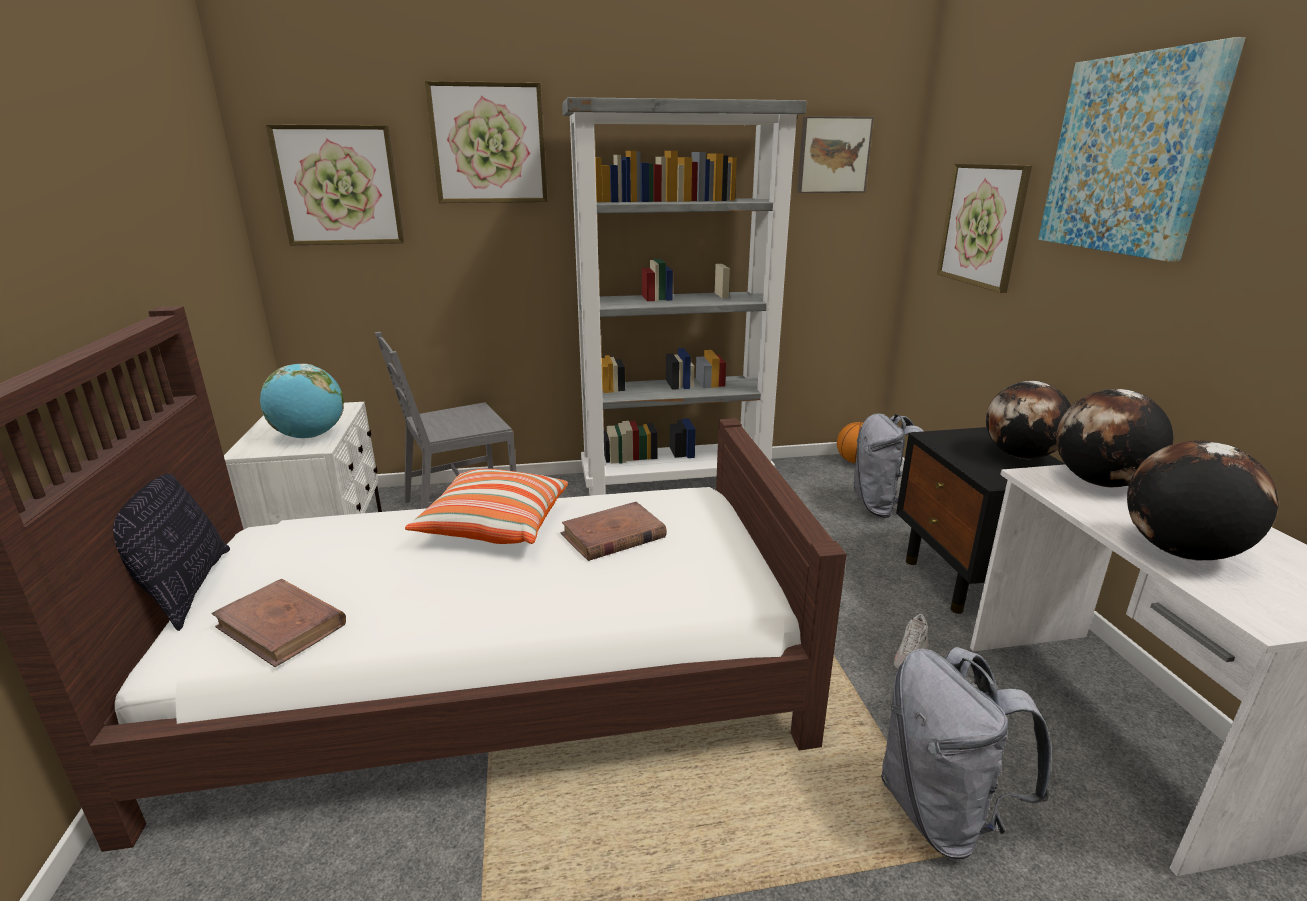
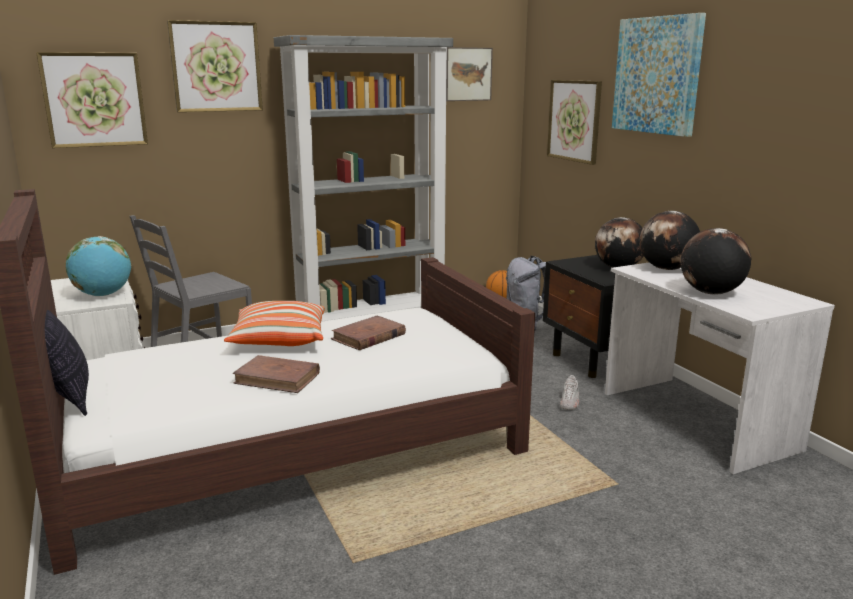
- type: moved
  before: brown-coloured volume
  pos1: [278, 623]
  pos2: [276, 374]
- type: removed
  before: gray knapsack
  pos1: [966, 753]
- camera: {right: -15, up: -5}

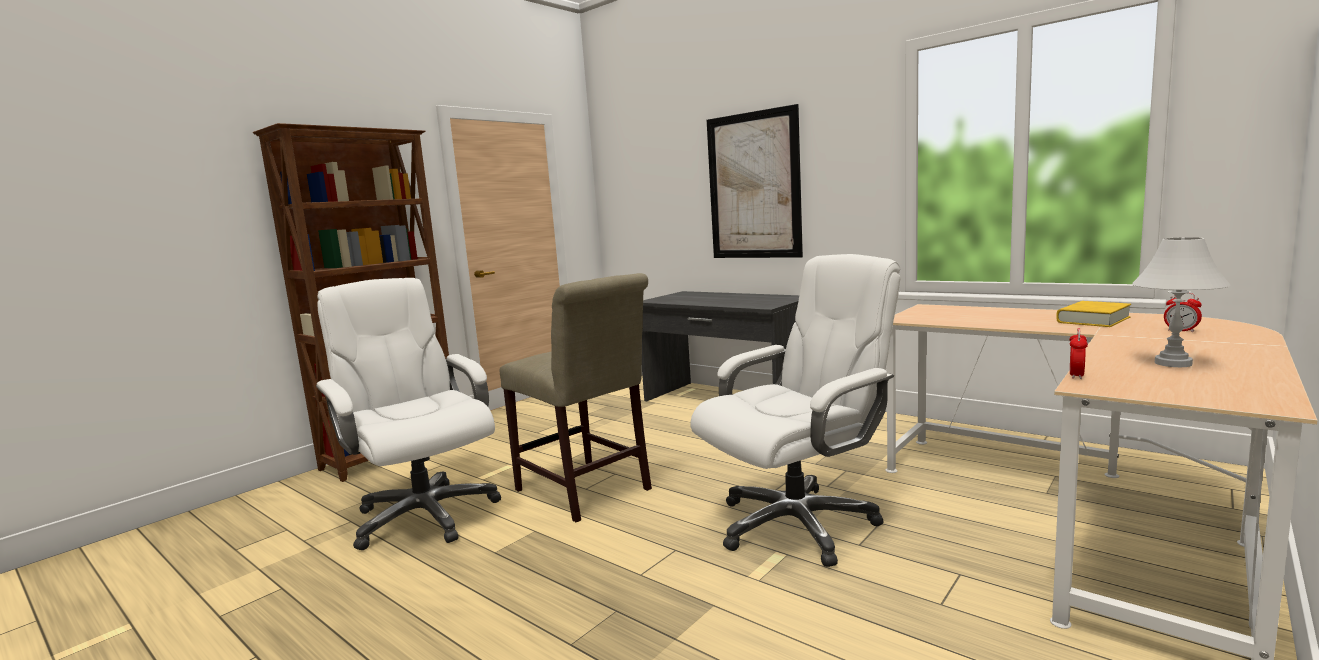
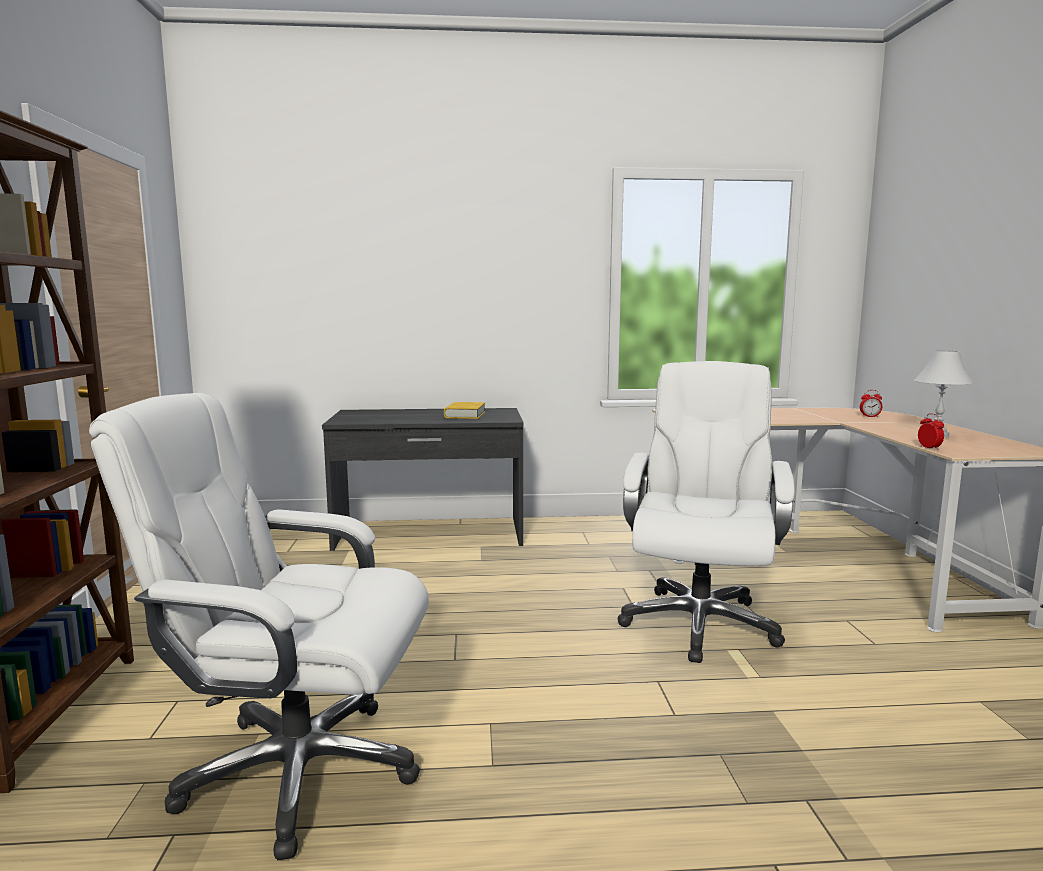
- type: moved
  before: yellowish volume
  pos1: [1093, 314]
  pos2: [464, 410]
- type: removed
  before: sand-coloured chair
  pos1: [576, 397]
- type: removed
  before: wall art
  pos1: [755, 181]
- camera: {right: -45, up: 0}

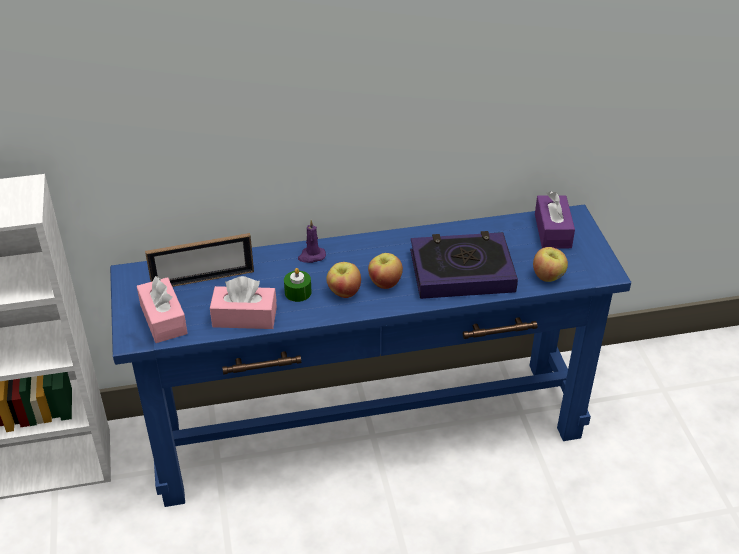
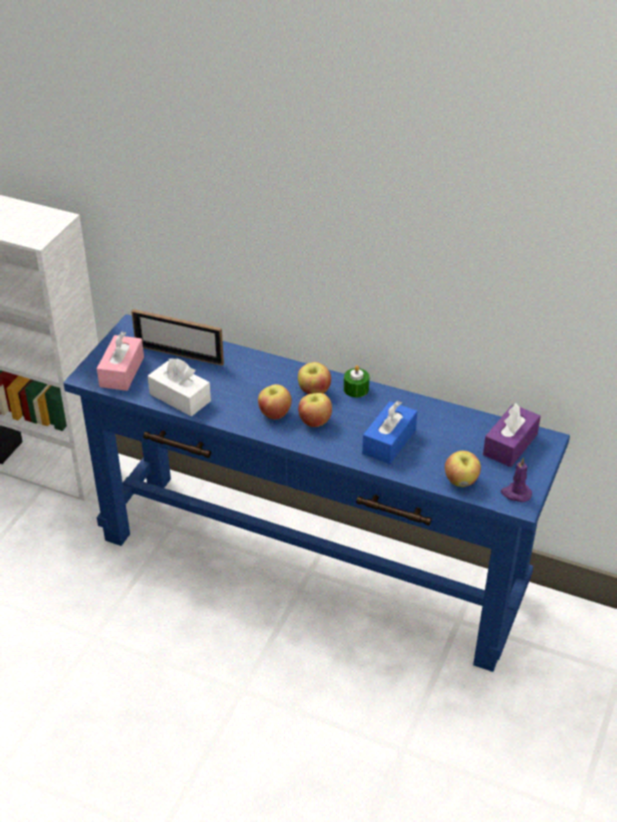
- type: recoloured
  before: pink-coloured tissue box
  after: white-coloured tissue box
  pos1: [243, 302]
  pos2: [179, 387]
- type: added
  after: whole apple
  pos2: [314, 378]
- type: moved
  before: greenish wax candle
  pos1: [298, 285]
  pos2: [357, 381]
- type: replaced
  before: volume
  after: blue-coloured tissue box
  pos1: [464, 265]
  pos2: [389, 432]
- type: moved
  before: purple wax candle
  pos1: [312, 241]
  pos2: [516, 480]
- camera: {right: 35, up: 0}

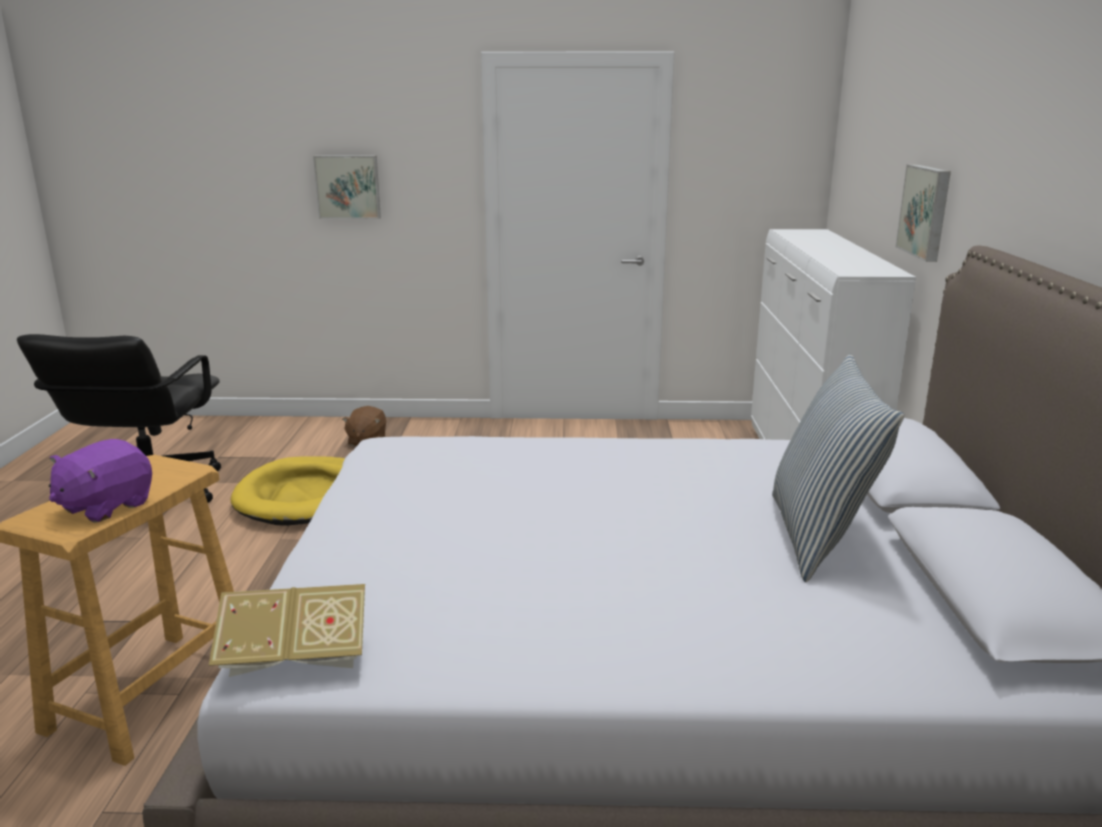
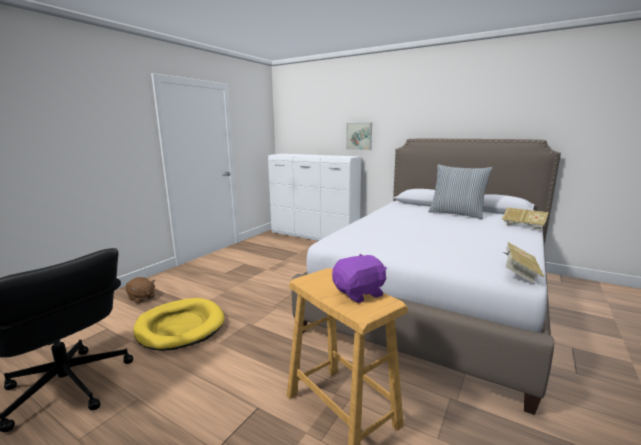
- type: turned
  before: purple plush toy
  pos1: [100, 481]
  pos2: [359, 278]
  turn: -90
- type: added
  after: volume
  pos2: [525, 219]
- type: removed
  before: wall art
  pos1: [347, 187]
- camera: {right: -60, up: -5}

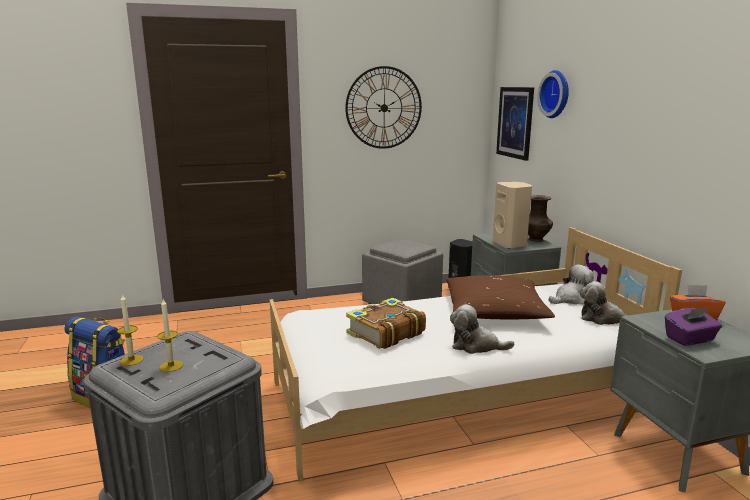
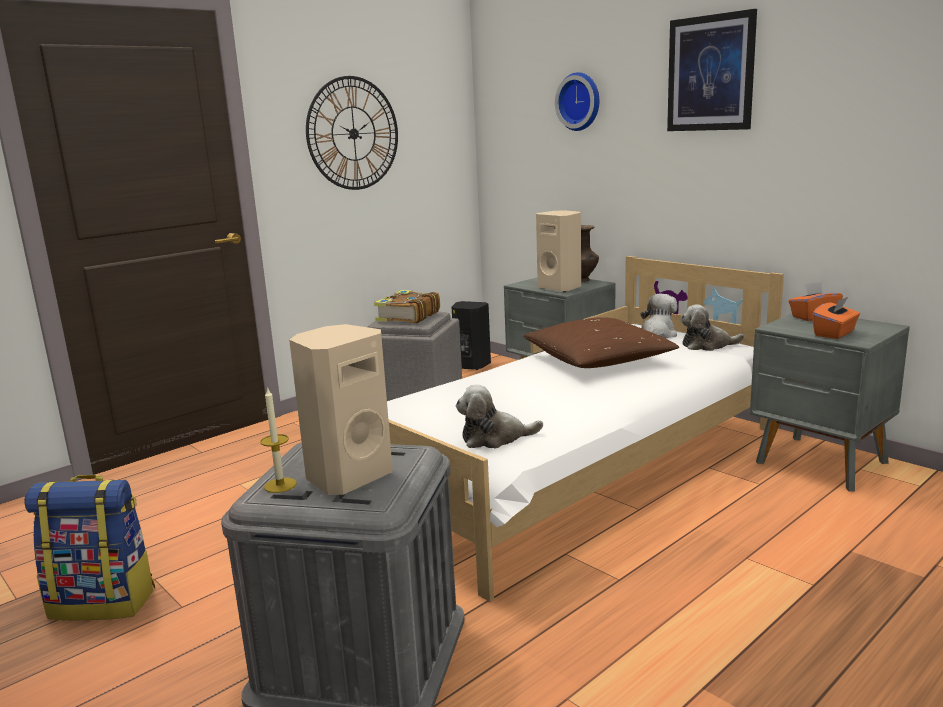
- type: replaced
  before: wax candle
  after: sand-coloured audio speaker
  pos1: [170, 335]
  pos2: [340, 409]
- type: moved
  before: volume
  pos1: [386, 323]
  pos2: [407, 306]
- type: moved
  before: plush toy
  pos1: [482, 329]
  pos2: [499, 416]
- type: moved
  before: wall art
  pos1: [515, 124]
  pos2: [712, 70]
- type: recoloured
  before: purple tissue box
  after: orange tissue box
  pos1: [693, 326]
  pos2: [836, 318]
- camera: {right: -25, up: 0}

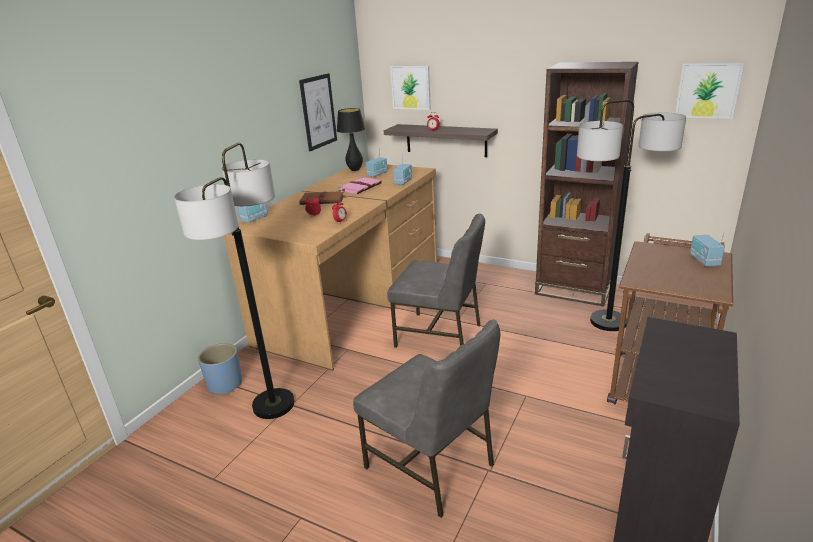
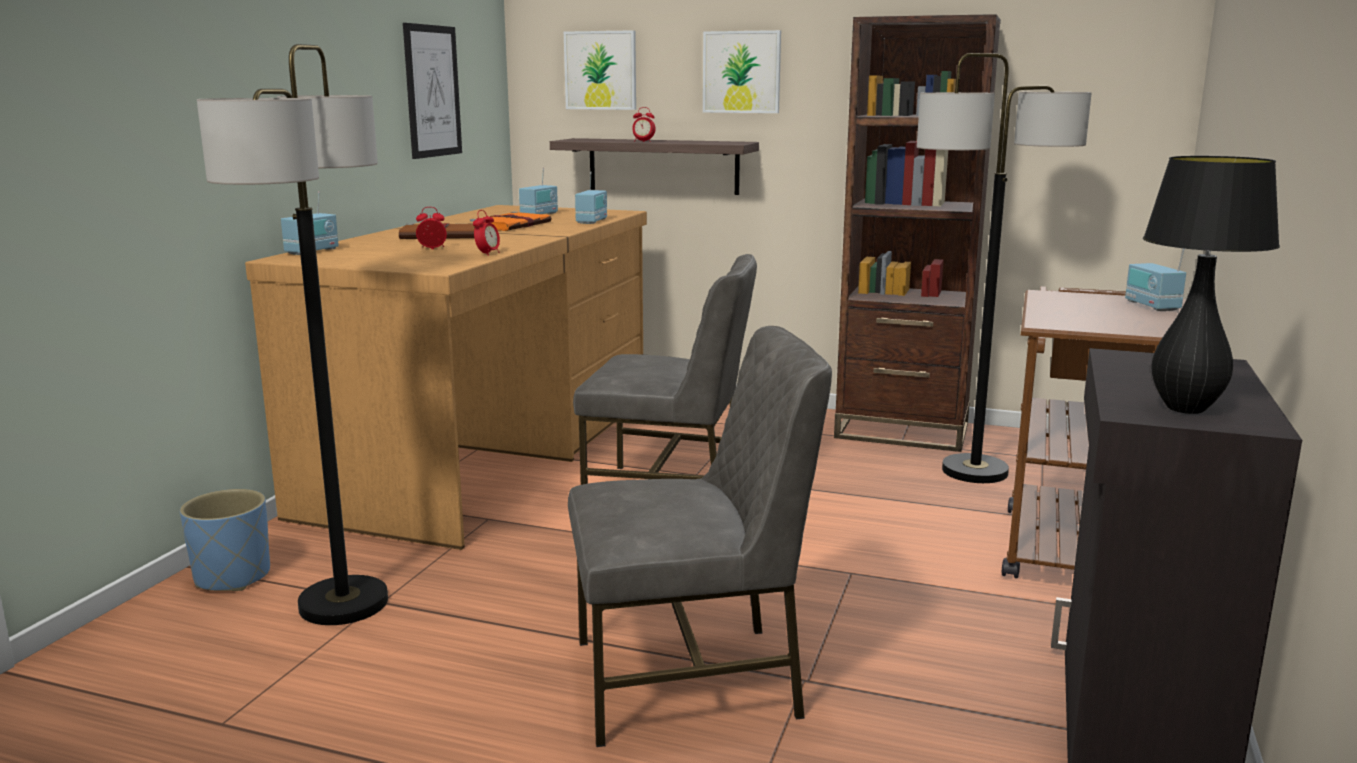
- type: recoloured
  before: pink-coloured volume
  after: orange volume
  pos1: [360, 186]
  pos2: [511, 221]
- type: turned
  before: gray chair
  pos1: [426, 419]
  pos2: [700, 536]
  turn: -45
- type: moved
  before: wall art
  pos1: [710, 91]
  pos2: [742, 71]
- type: moved
  before: black-coloured lamp for a table
  pos1: [351, 139]
  pos2: [1211, 285]
- camera: {right: -10, up: -10}

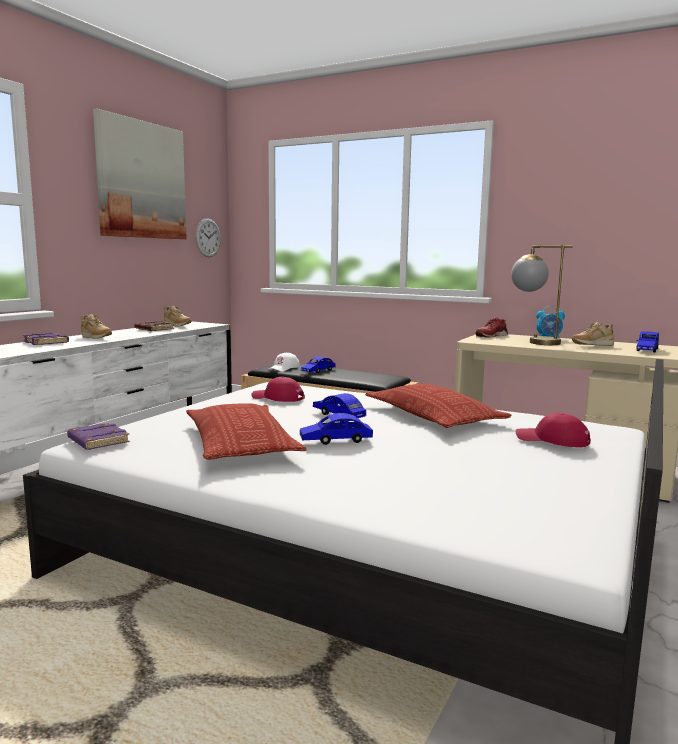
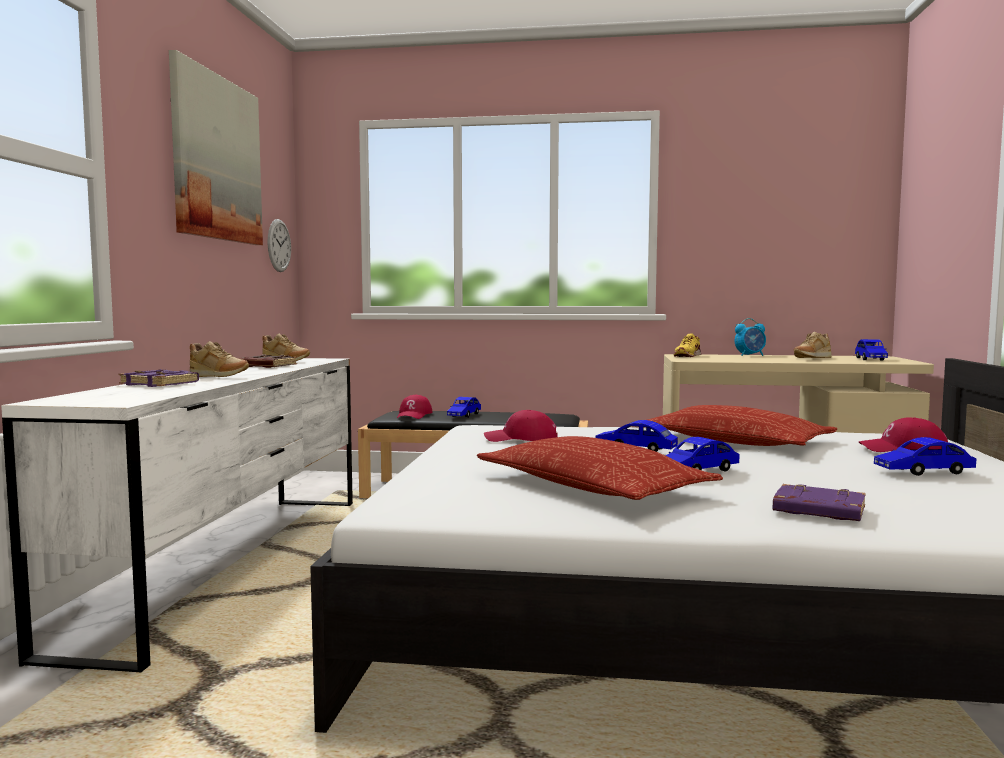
- type: recoloured
  before: white-coloured cap
  after: red cap
  pos1: [284, 362]
  pos2: [415, 407]
- type: recoloured
  before: red item of footwear
  after: yellowish item of footwear
  pos1: [491, 327]
  pos2: [687, 345]
- type: moved
  before: purple volume
  pos1: [98, 436]
  pos2: [819, 502]
- type: added
  after: blue-coloured miniature car
  pos2: [925, 456]
- type: removed
  before: lamp for a table
  pos1: [542, 295]
- camera: {right: -20, up: -5}

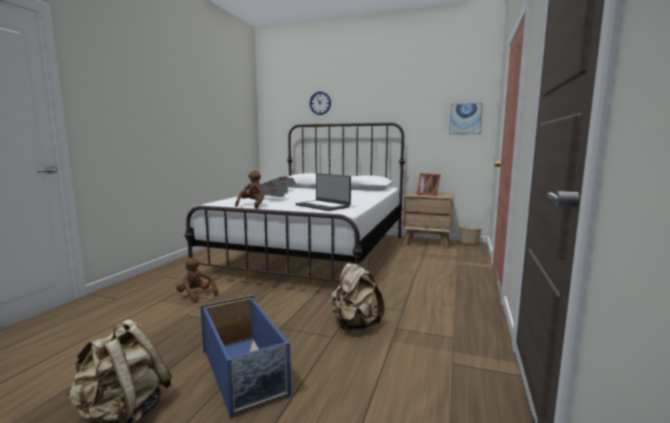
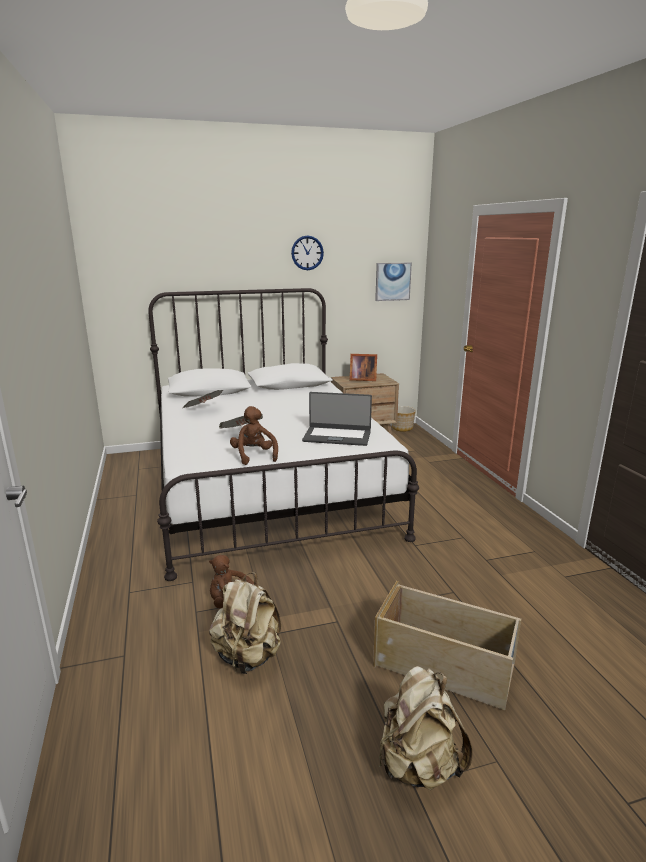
- type: moved
  before: sand-coloured knapsack
  pos1: [358, 295]
  pos2: [245, 623]
- type: moved
  before: wall clock
  pos1: [320, 103]
  pos2: [307, 252]
- type: recoloured
  before: blue-coloured storage container
  after: sand-coloured storage container
  pos1: [245, 356]
  pos2: [447, 645]
- camera: {right: -35, up: 10}

